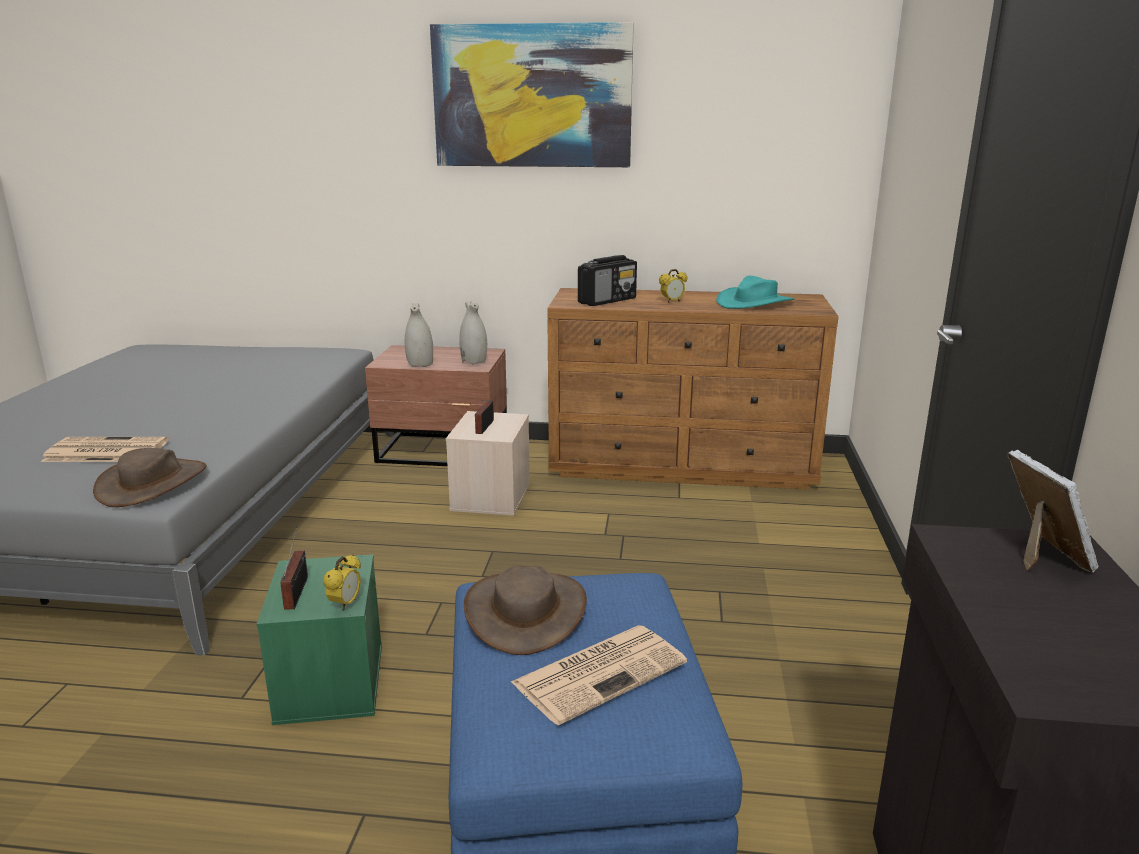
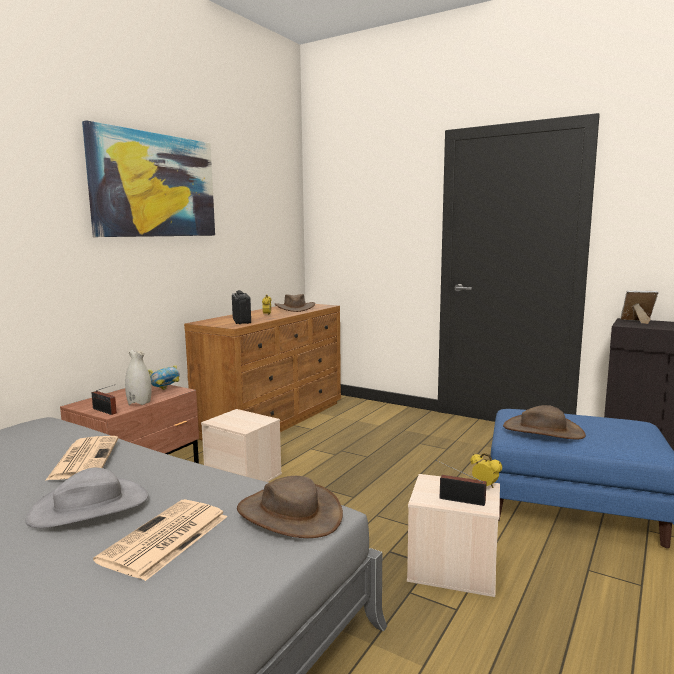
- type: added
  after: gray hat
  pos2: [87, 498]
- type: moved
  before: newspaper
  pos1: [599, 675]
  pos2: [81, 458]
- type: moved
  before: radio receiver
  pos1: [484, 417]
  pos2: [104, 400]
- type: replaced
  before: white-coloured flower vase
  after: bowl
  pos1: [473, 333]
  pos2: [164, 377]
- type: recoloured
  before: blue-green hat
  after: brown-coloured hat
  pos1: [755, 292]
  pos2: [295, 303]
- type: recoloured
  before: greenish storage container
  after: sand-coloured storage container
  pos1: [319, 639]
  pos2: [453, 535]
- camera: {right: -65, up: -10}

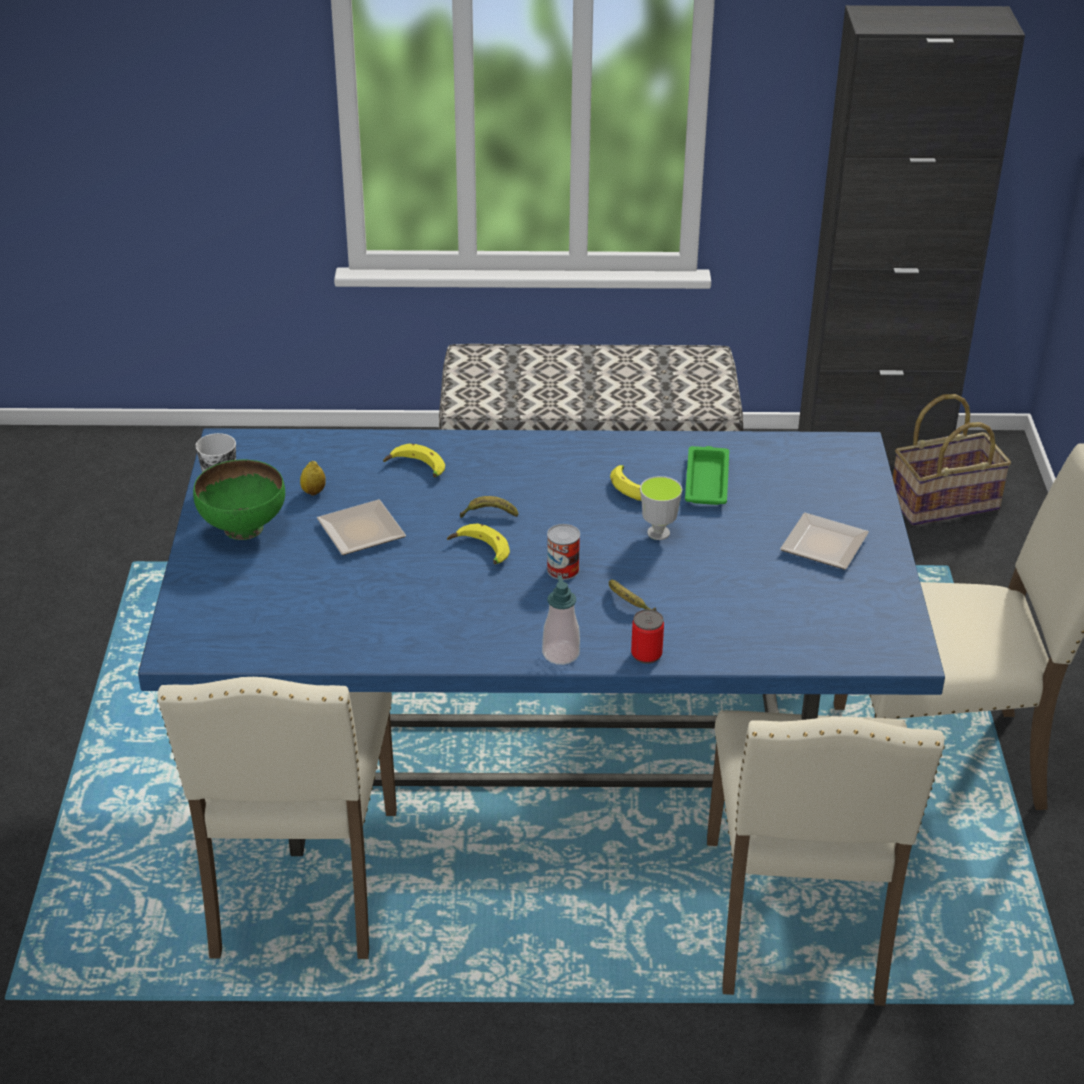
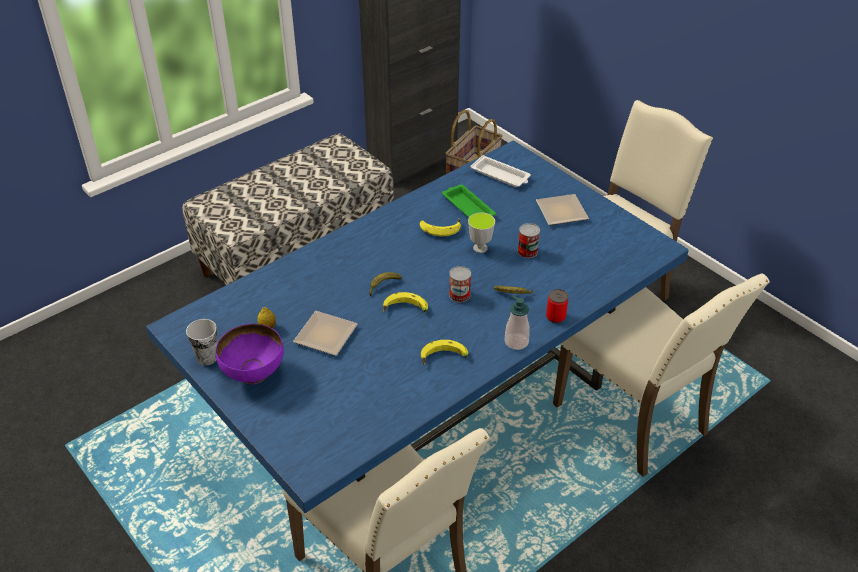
- type: recoloured
  before: greenish bowl
  after: purple bowl
  pos1: [239, 499]
  pos2: [250, 354]
- type: moved
  before: whole banana
  pos1: [414, 461]
  pos2: [444, 352]
- type: added
  after: white-coloured serving tray
  pos2: [500, 171]
- type: added
  after: metal can
  pos2: [529, 240]
- camera: {right: -40, up: 5}

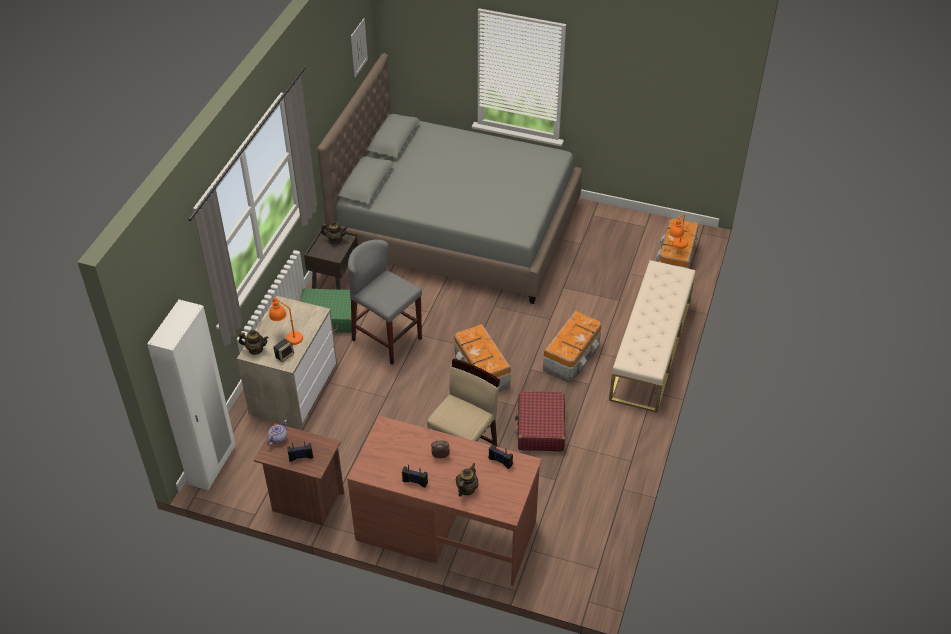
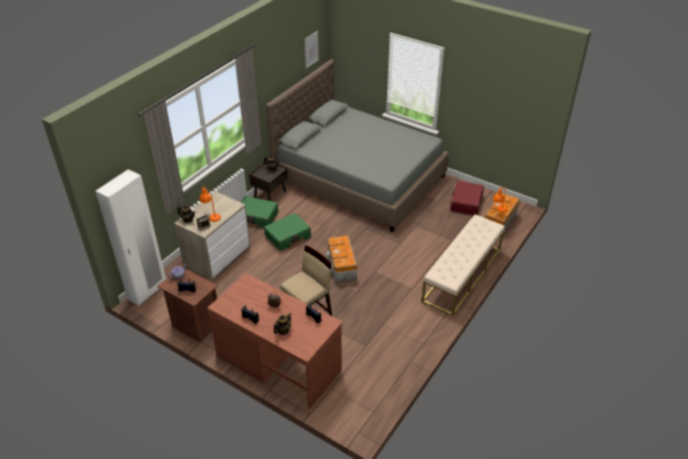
- type: replaced
  before: gray stool
  after: greenish suitcase
  pos1: [385, 302]
  pos2: [287, 232]
- type: moved
  before: red suitcase
  pos1: [540, 421]
  pos2: [467, 198]
- type: removed
  before: storage container
  pos1: [572, 347]
- camera: {right: 15, up: -5}

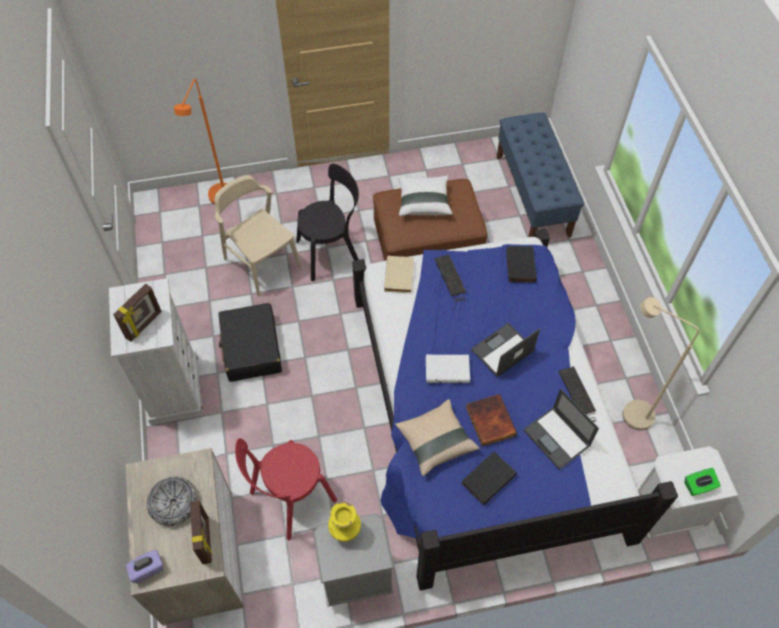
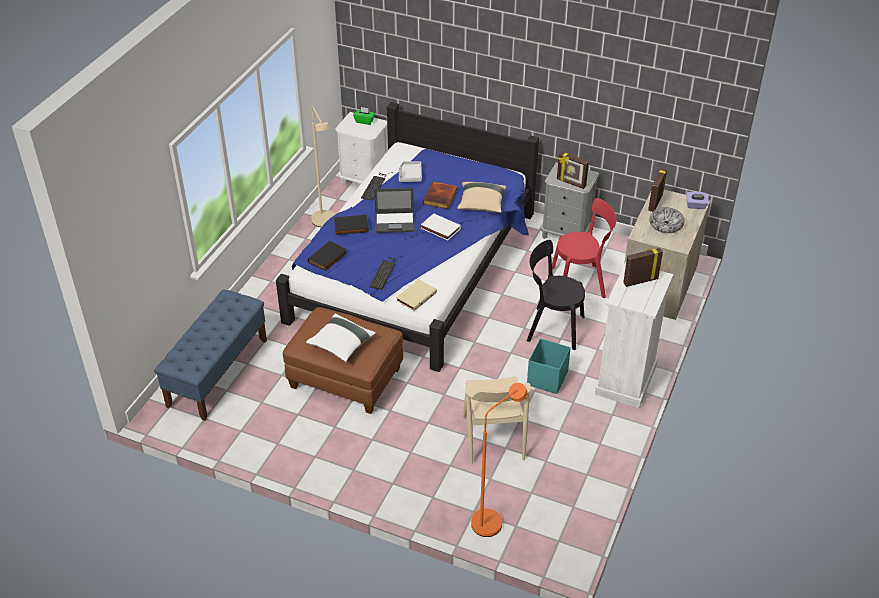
- type: moved
  before: black-coloured volume
  pos1: [489, 478]
  pos2: [351, 225]
- type: replaced
  before: notebook computer
  after: gray serving tray
  pos1: [561, 429]
  pos2: [410, 171]
- type: moved
  before: black-coloured chair
  pos1: [327, 222]
  pos2: [556, 295]
- type: replaced
  before: black-coloured suitcase
  after: blue-green storage container
  pos1: [250, 342]
  pos2: [549, 366]
- type: replaced
  before: yellowish flower vase
  after: picture frame
  pos1: [344, 522]
  pos2: [573, 170]
- camera: {right: -145, up: -15}

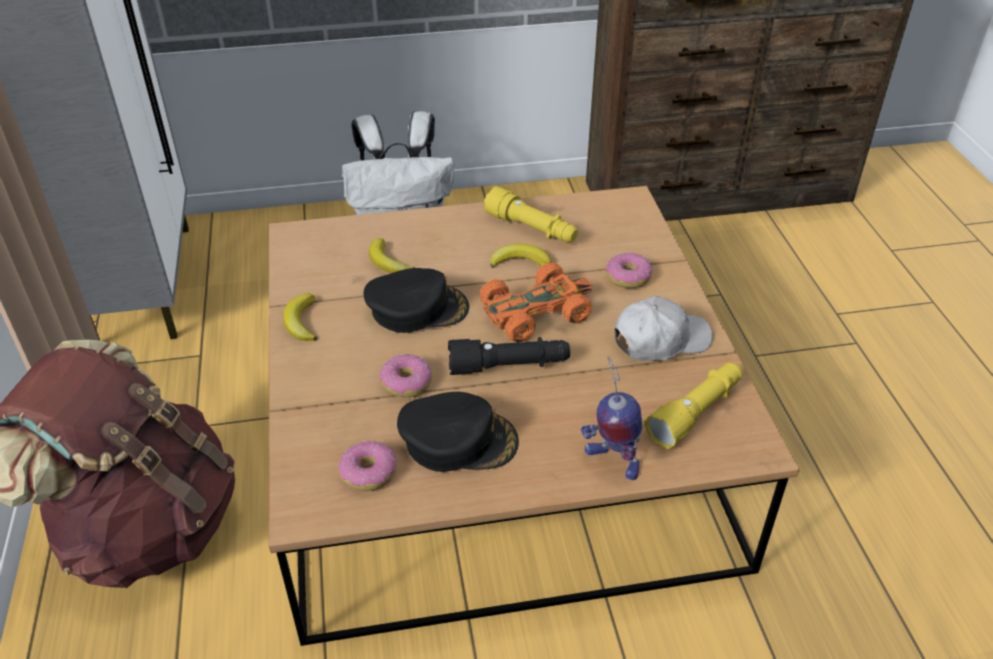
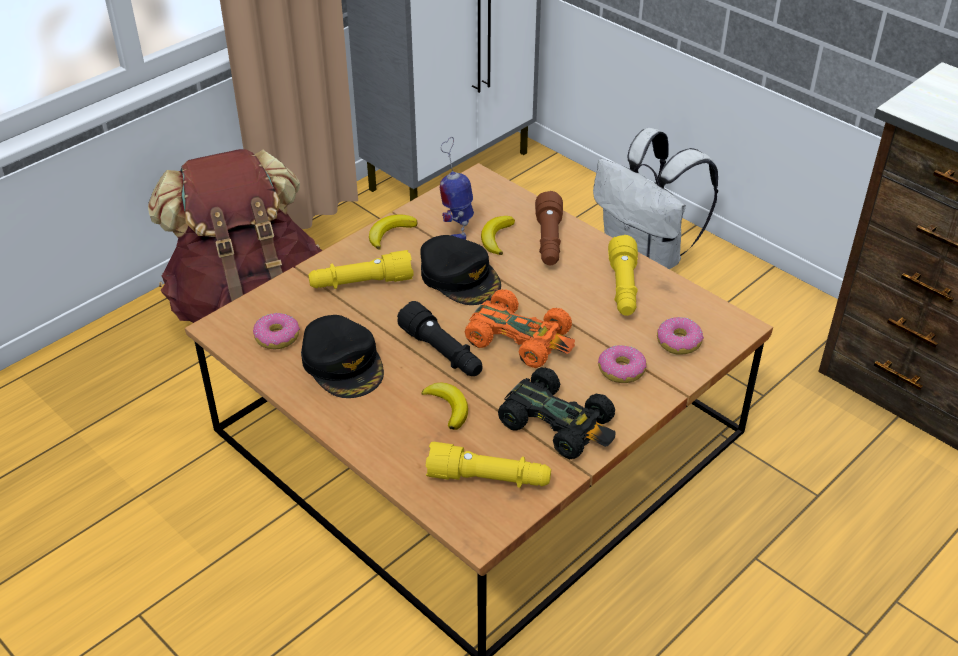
- type: added
  after: yellowish hand torch
  pos2: [361, 269]
- type: moved
  before: whole banana
  pos1: [520, 255]
  pos2: [444, 406]
- type: moved
  before: robot figure
  pos1: [611, 418]
  pos2: [457, 188]
- type: replaced
  before: white-coloured cap
  after: black-coloured miniature car
  pos1: [664, 328]
  pos2: [557, 413]
- type: added
  after: brown-coloured hand torch
  pos2: [549, 228]
- type: moved
  before: ring doughnut
  pos1: [406, 375]
  pos2: [680, 336]
- camera: {right: 55, up: 0}

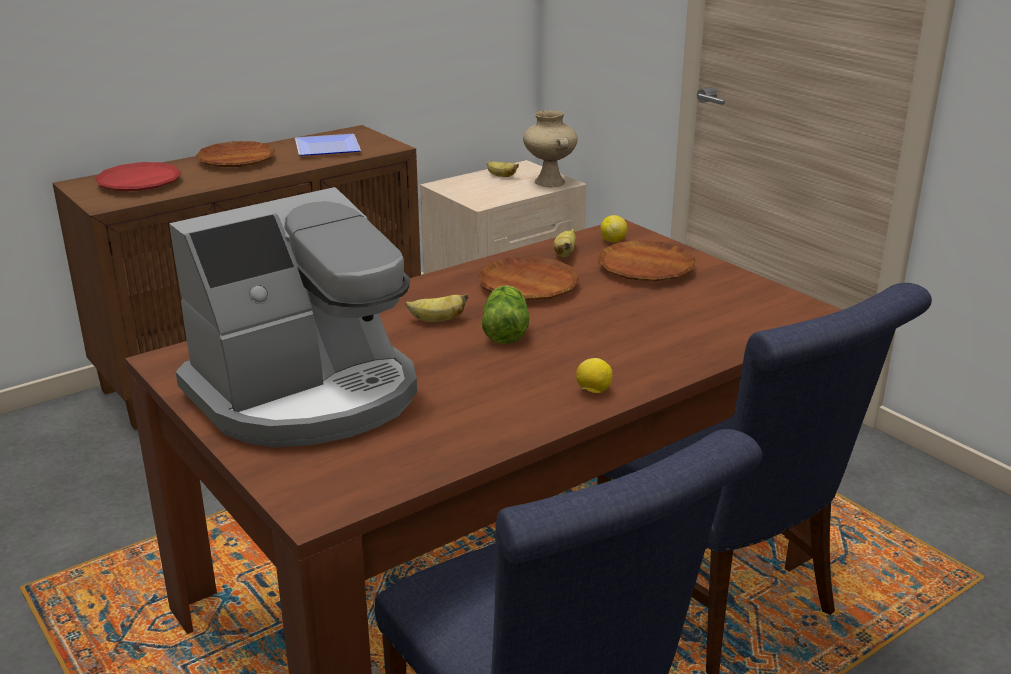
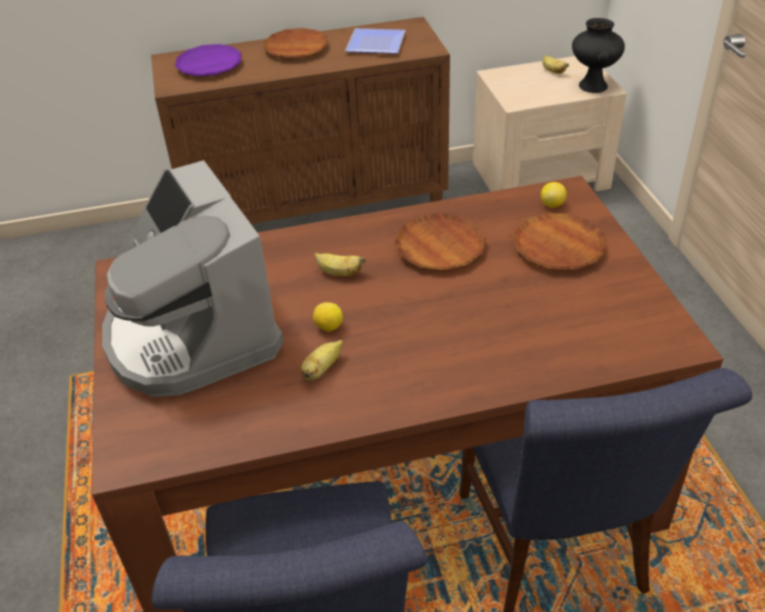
- type: turned
  before: coffee machine
  pos1: [293, 317]
  pos2: [193, 278]
  turn: 75
- type: recoloured
  before: red flat dish
  after: purple flat dish
  pos1: [138, 176]
  pos2: [208, 60]
- type: moved
  before: whole banana
  pos1: [565, 243]
  pos2: [322, 360]
- type: moved
  before: citrus fruit
  pos1: [594, 375]
  pos2: [328, 317]
- type: recoloured
  before: sand-coloured flower vase
  after: black-coloured flower vase
  pos1: [550, 148]
  pos2: [598, 55]
- type: removed
  before: head of lettuce
  pos1: [505, 314]
- camera: {right: 25, up: 15}

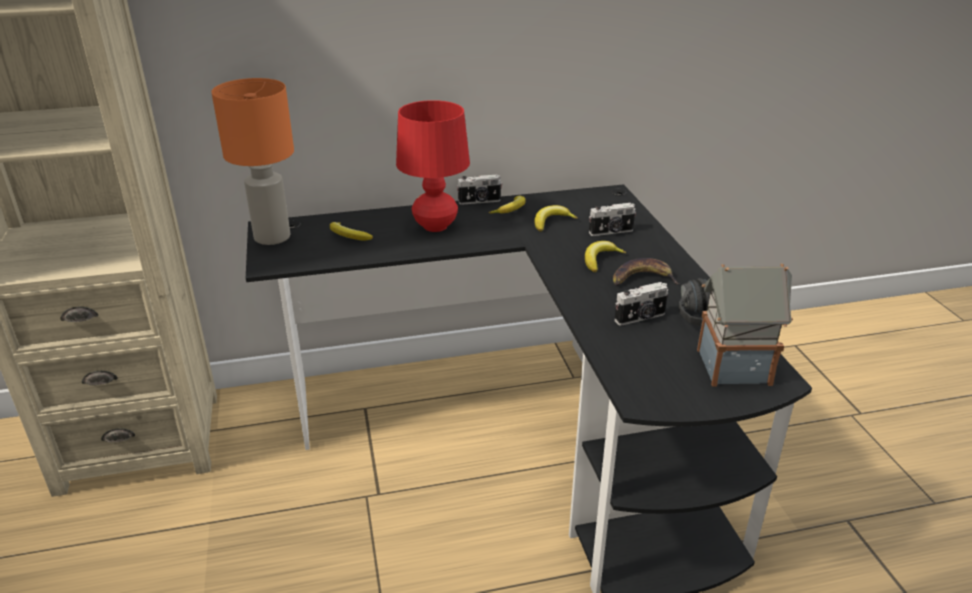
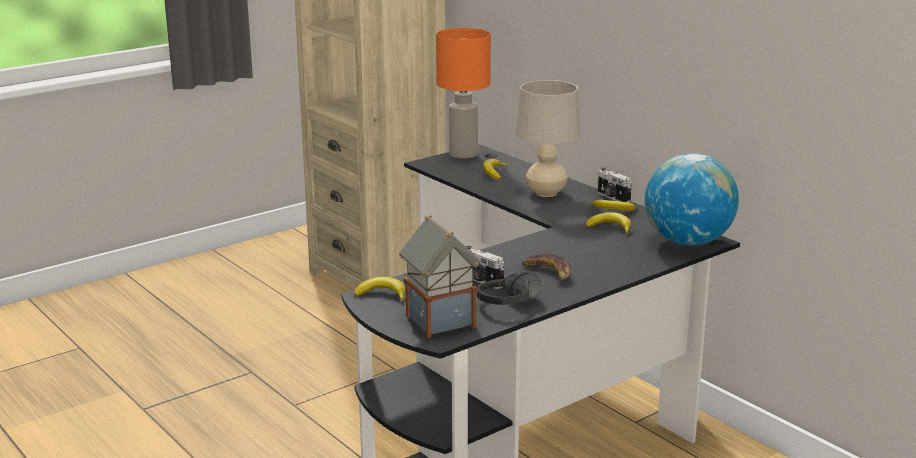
- type: moved
  before: whole banana
  pos1: [605, 256]
  pos2: [379, 289]
- type: recoloured
  before: red lamp for a table
  after: sand-coloured lamp for a table
  pos1: [433, 166]
  pos2: [548, 138]
- type: added
  after: desk globe
  pos2: [692, 199]
- type: removed
  before: photo camera
  pos1: [612, 219]
- camera: {right: 65, up: -10}

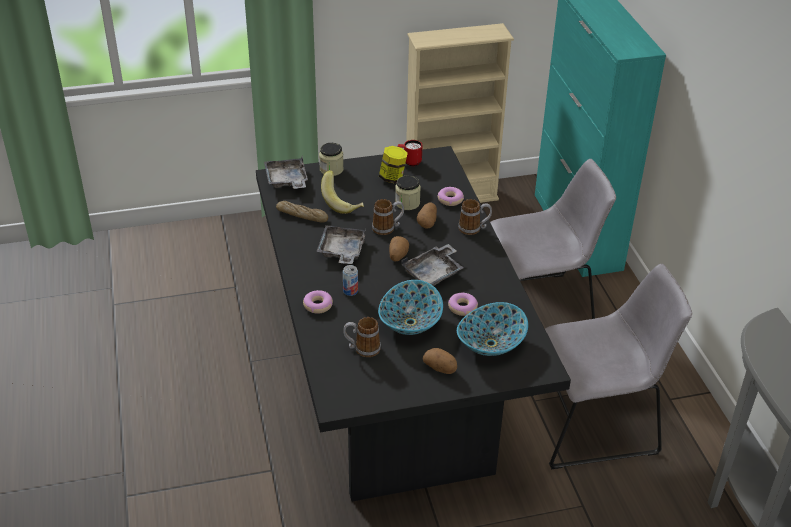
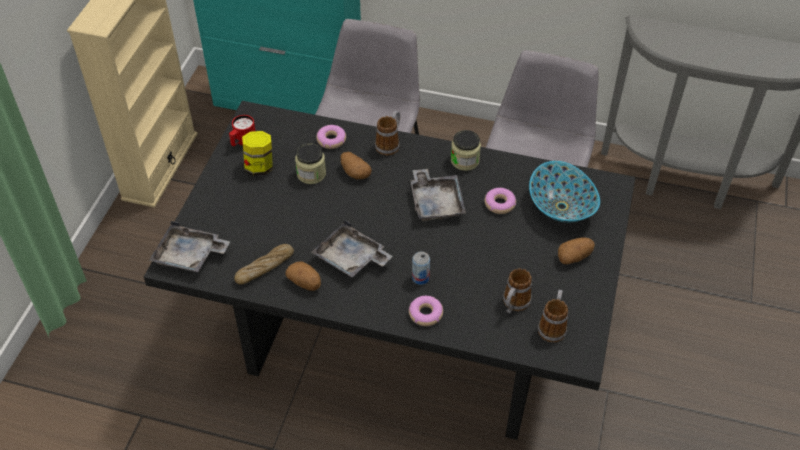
- type: moved
  before: whole potato
  pos1: [399, 249]
  pos2: [303, 276]
- type: moved
  before: preserve jar
  pos1: [331, 159]
  pos2: [466, 150]
- type: moved
  before: mug
  pos1: [388, 217]
  pos2: [553, 316]
- type: removed
  before: whole banana
  pos1: [342, 192]
- type: removed
  before: bowl
  pos1: [410, 307]
- camera: {right: -60, up: 10}

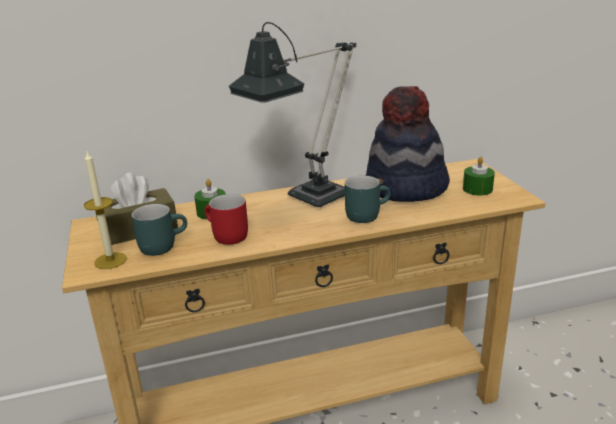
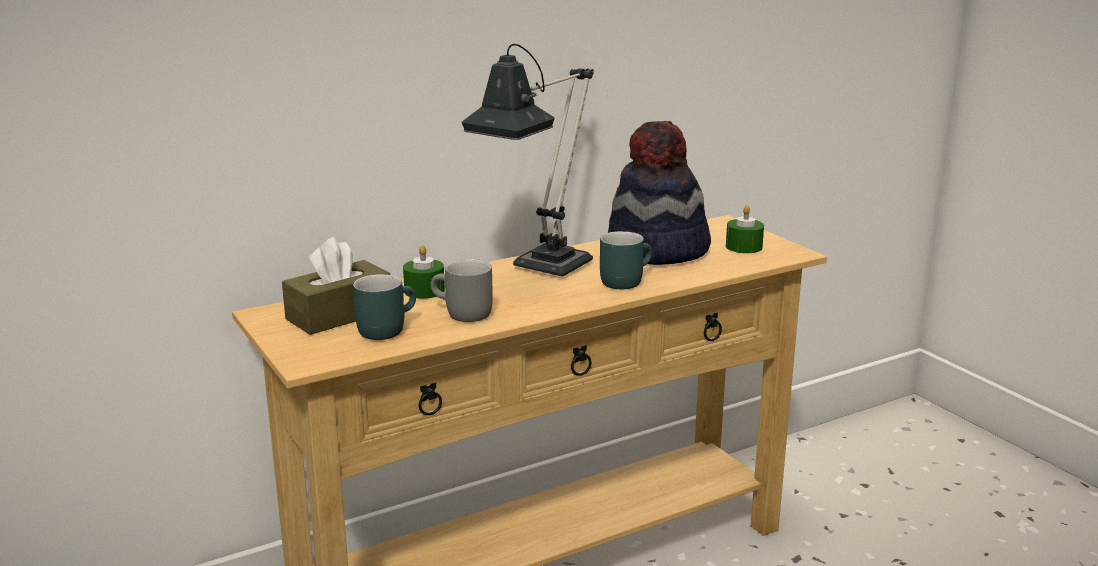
- type: recoloured
  before: red mug
  after: gray mug
  pos1: [226, 219]
  pos2: [462, 290]
- type: removed
  before: wax candle
  pos1: [105, 210]
- camera: {right: -15, up: -5}

